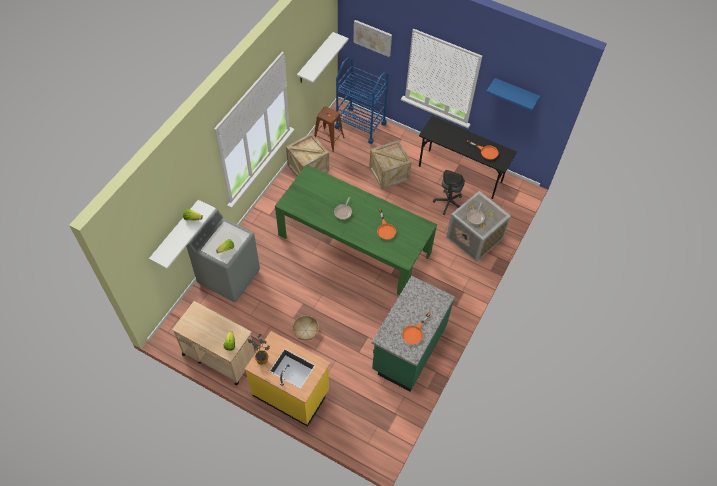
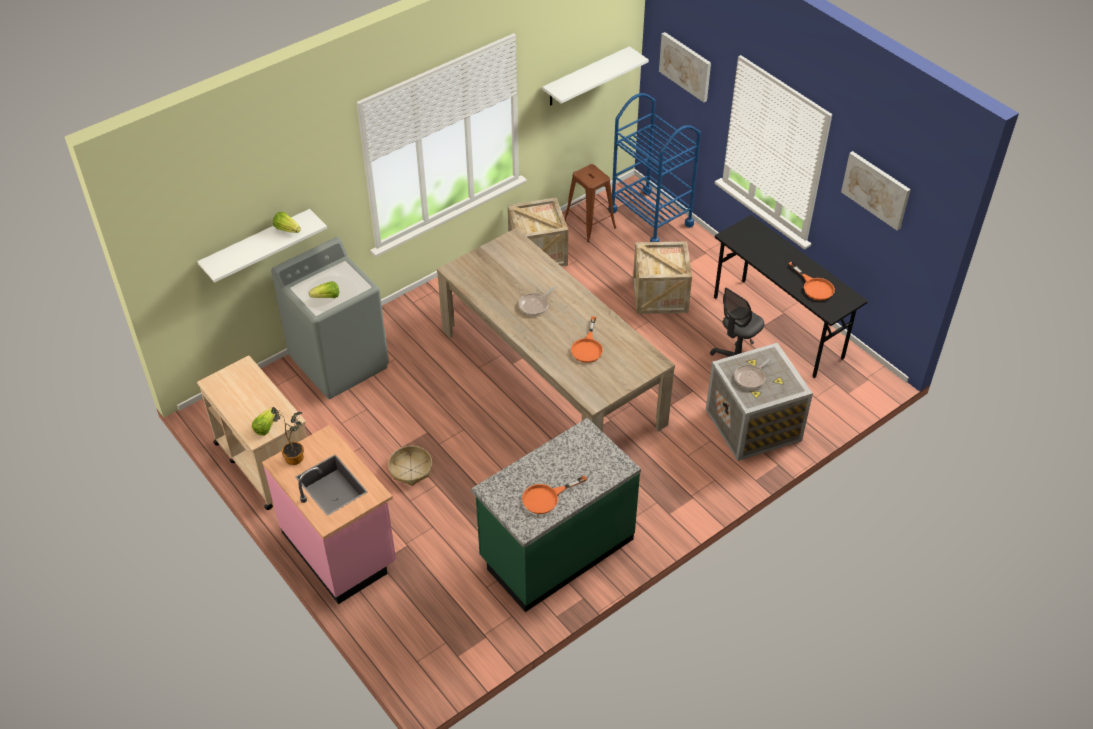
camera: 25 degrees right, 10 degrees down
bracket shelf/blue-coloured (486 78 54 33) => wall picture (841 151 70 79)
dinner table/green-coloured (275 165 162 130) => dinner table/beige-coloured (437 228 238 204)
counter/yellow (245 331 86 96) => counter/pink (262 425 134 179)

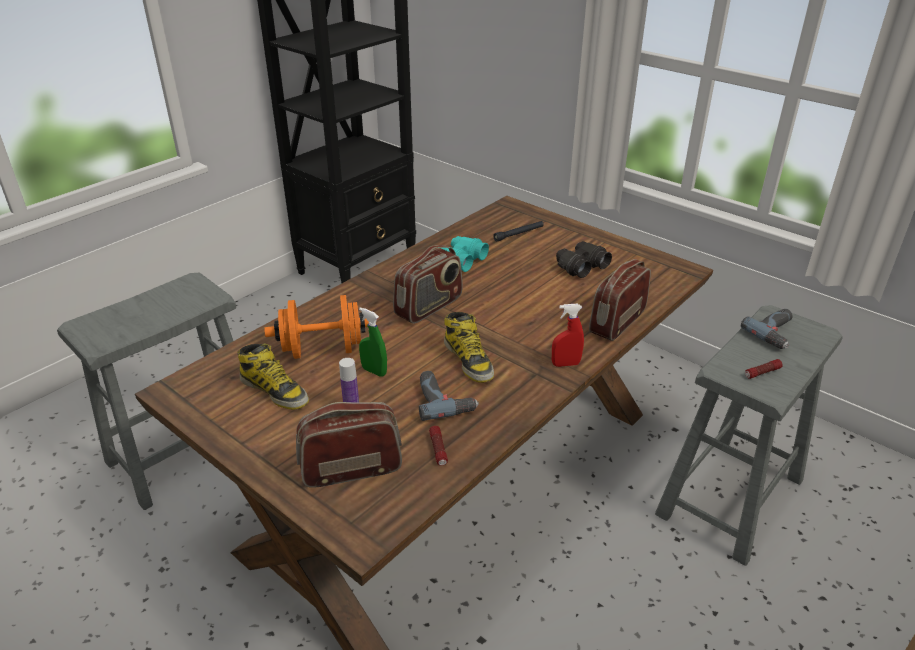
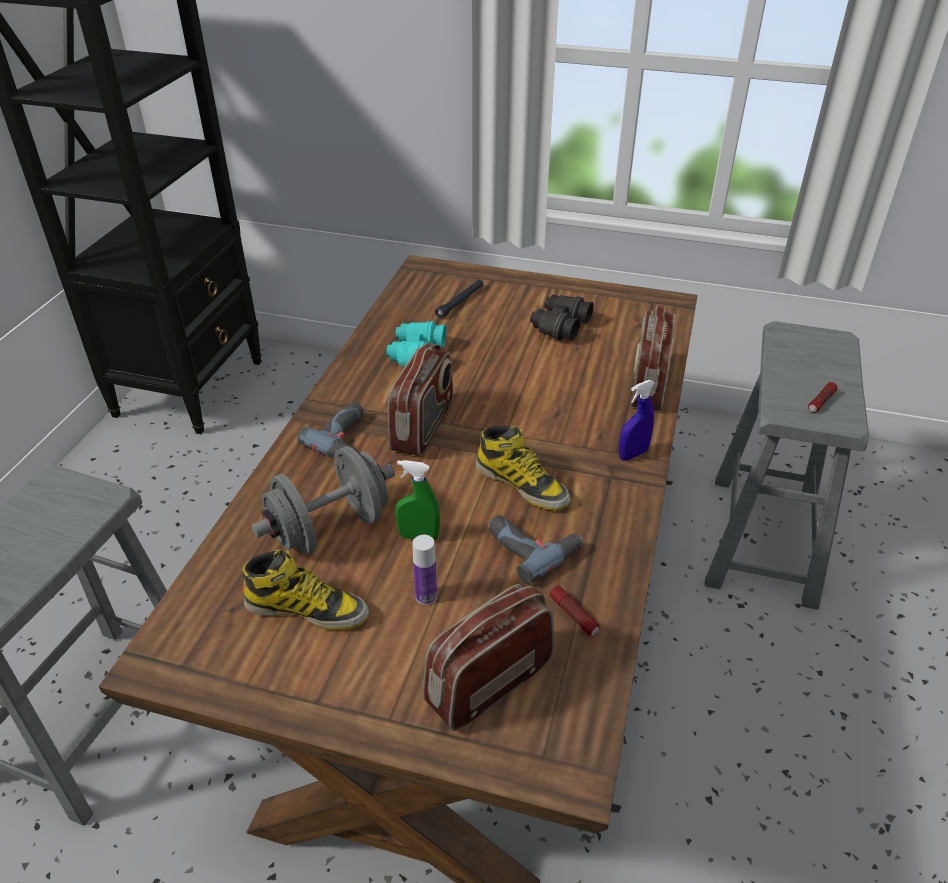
camera: 25 degrees left, 5 degrees up
free weight/orange-coloured (264 295 105 64) => free weight/gray (252 446 143 108)
sprayer/reddish (552 304 32 63) => sprayer/blue-coloured (619 380 36 81)
drill (741 309 52 40) => drill (297 402 67 55), moved

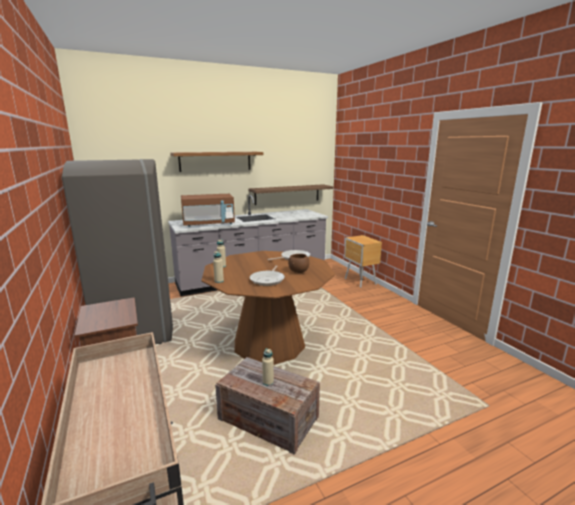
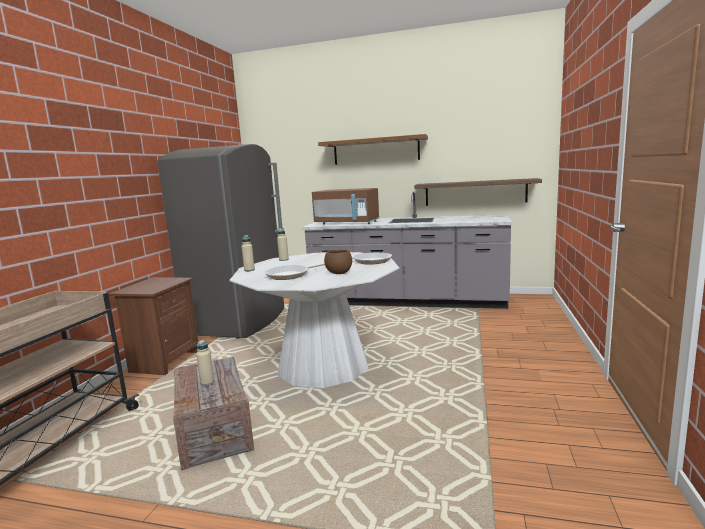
camera: 40 degrees right, 5 degrees down
nightstand/brown (344 235 38 53) => nothing
dinner table/brown (201 251 134 114) => dinner table/white-coloured (230 252 169 136)

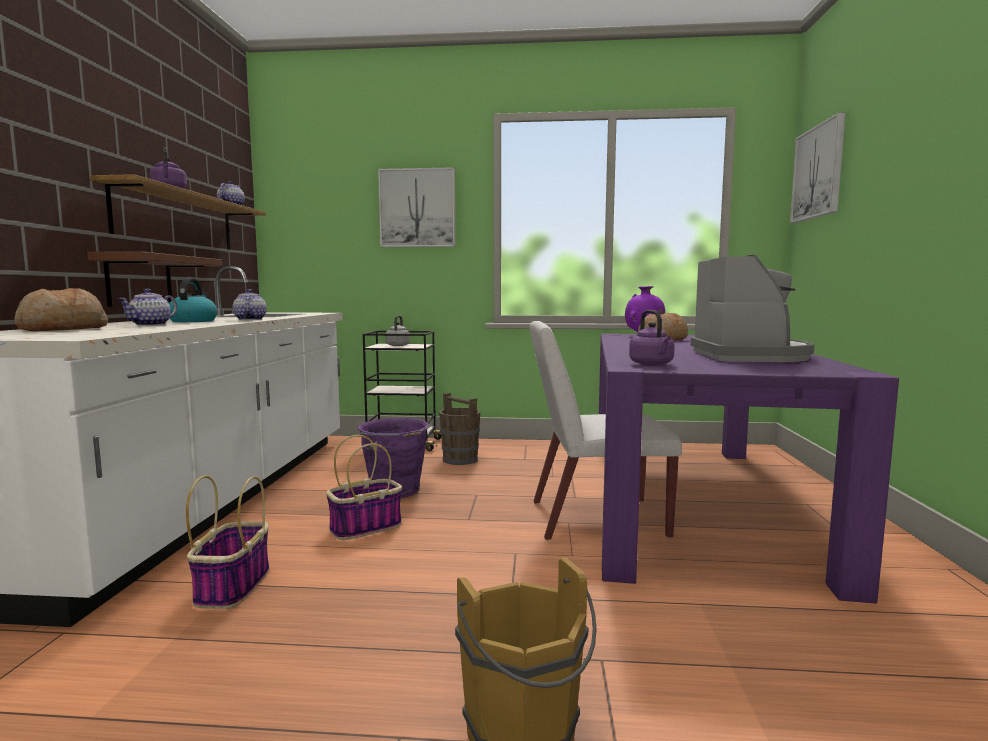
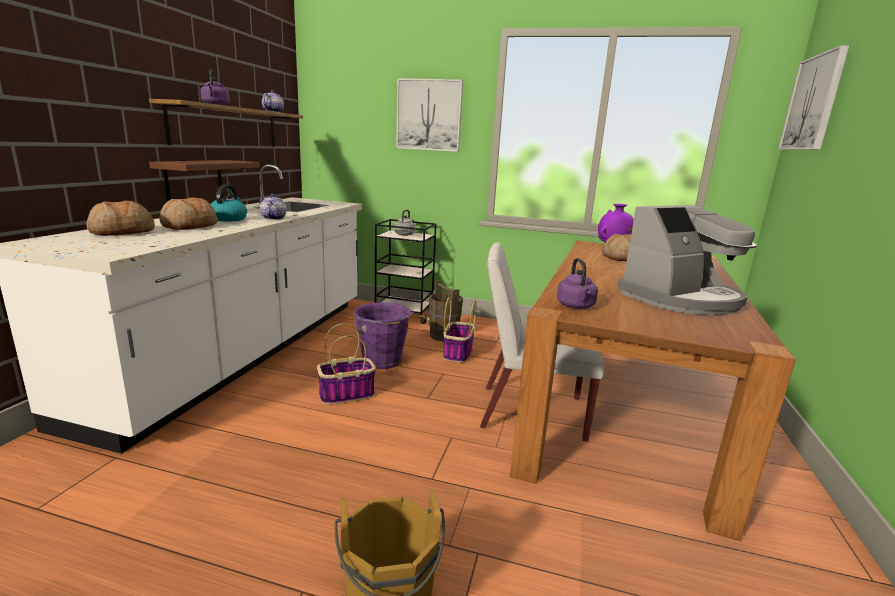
camera: 10 degrees right, 10 degrees up
coffee maker (691 255 124 107) => coffee maker (618 205 139 110), 45 degrees clockwise
pot for tea (118 289 59 37) => baked bread (159 198 59 32)
dinner table/purple (599 333 300 271) => dinner table/brown (510 240 286 301)
storage basket (186 476 83 133) => storage basket (443 297 33 66), moved

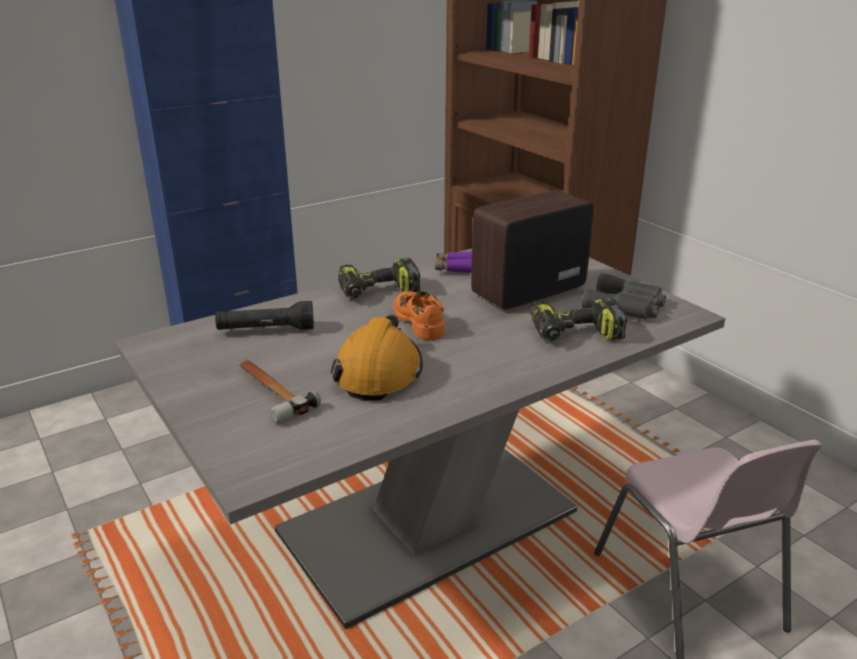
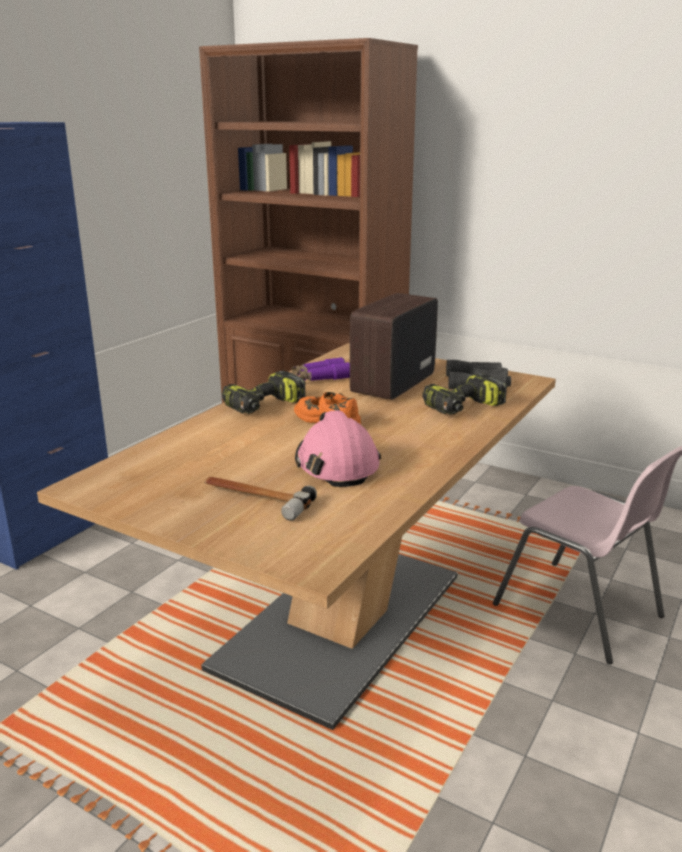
camera: 25 degrees left, 5 degrees down
dinner table/gray (115 248 610 381) => dinner table/brown (37 343 519 387)
hand torch/black (215 301 99 29) => nothing
work helmet/orange-coloured (331 315 92 86) => work helmet/pink (295 410 86 77)

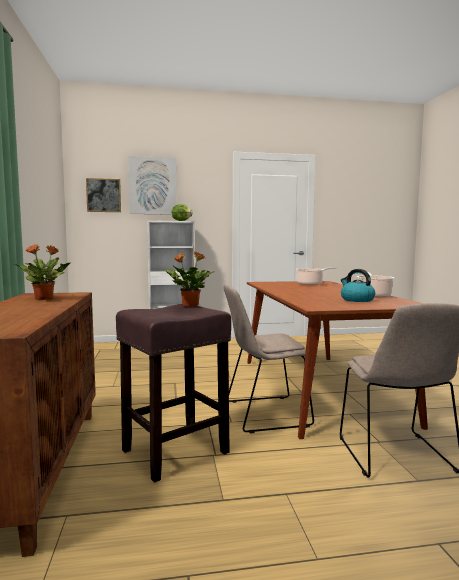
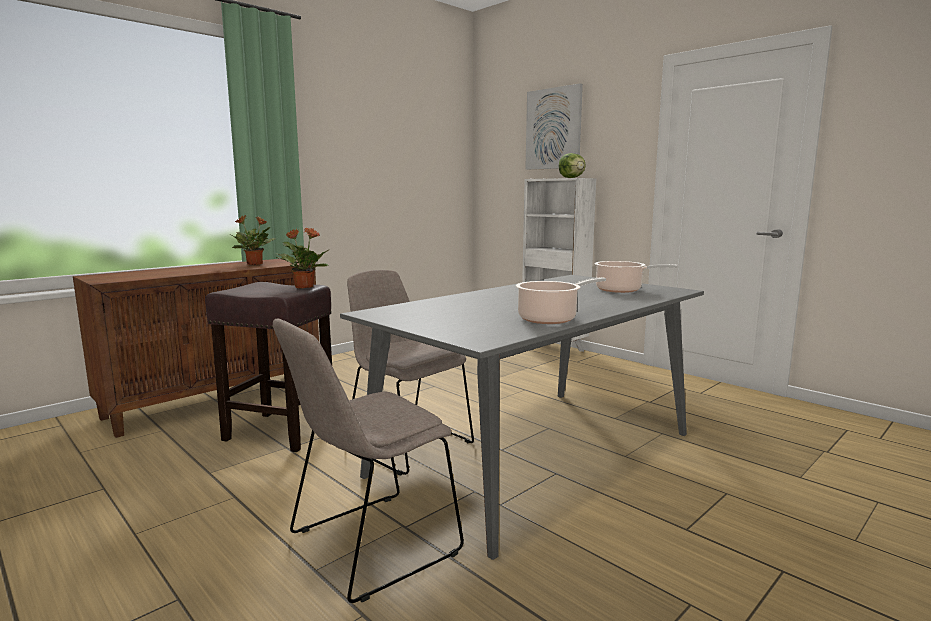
camera: 55 degrees right, 5 degrees up
wall picture (86 178 35 34) => nothing
water kettle (341 269 34 33) => nothing
dinner table/brown (247 281 181 158) => dinner table/gray (340 275 364 285)

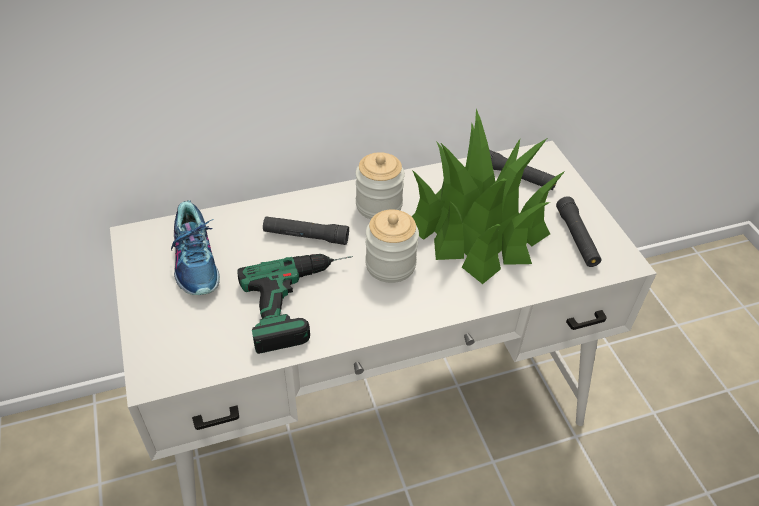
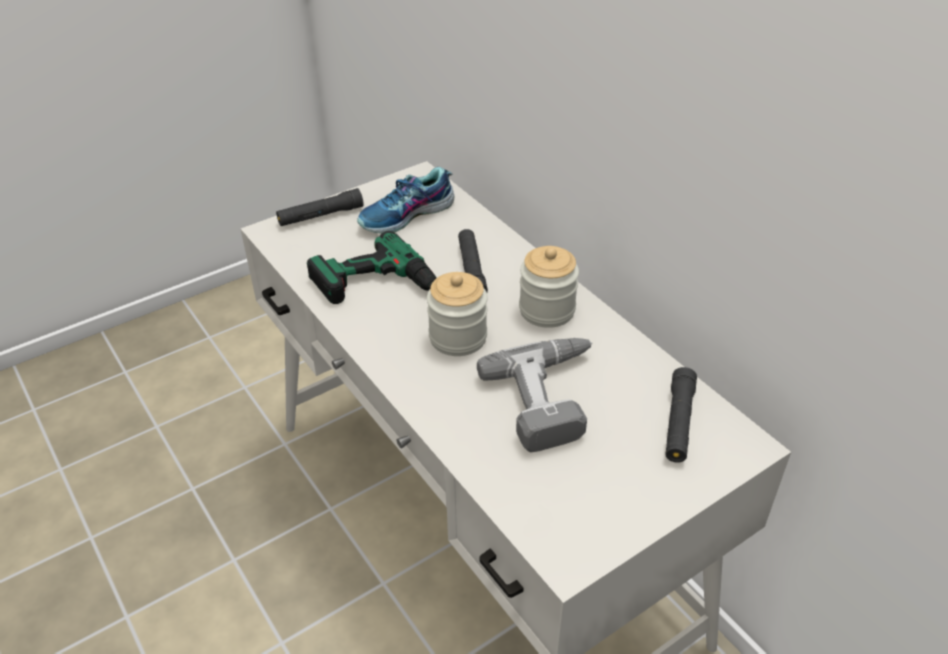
camera: 75 degrees right, 5 degrees down
potted plant (412 109 153 175) => drill (477 338 116 114)
hand torch/black (556 196 46 71) => hand torch/black (276 188 88 38), moved

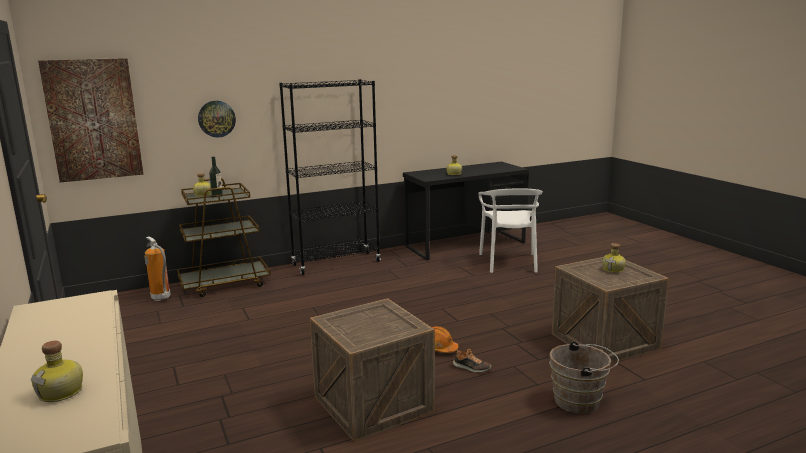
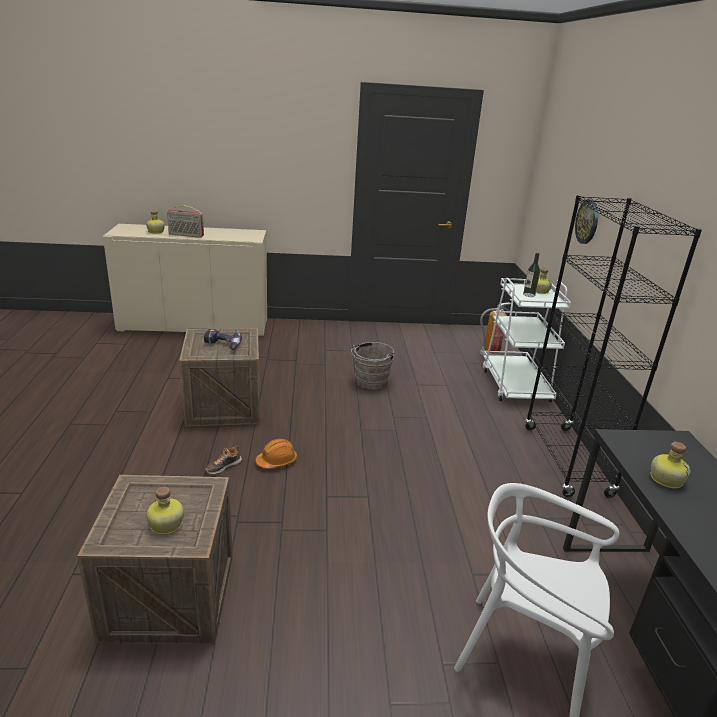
camera: 110 degrees right, 10 degrees up
wall picture (38 58 106 124) => nothing
cart/brown (177 178 94 119) => cart/white-coloured (483 278 89 124)
pail/brown (549 341 70 73) => pail/brown (351 342 43 48), moved
nothing => radio receiver (167 205 37 33)
nothing => drill (204 329 38 21)

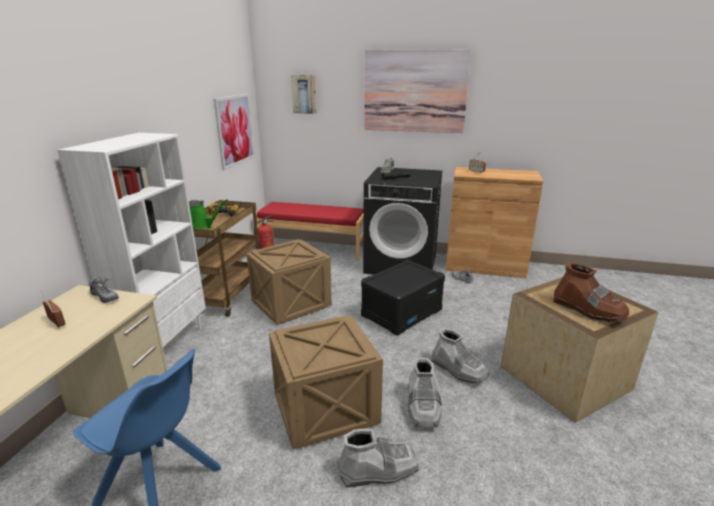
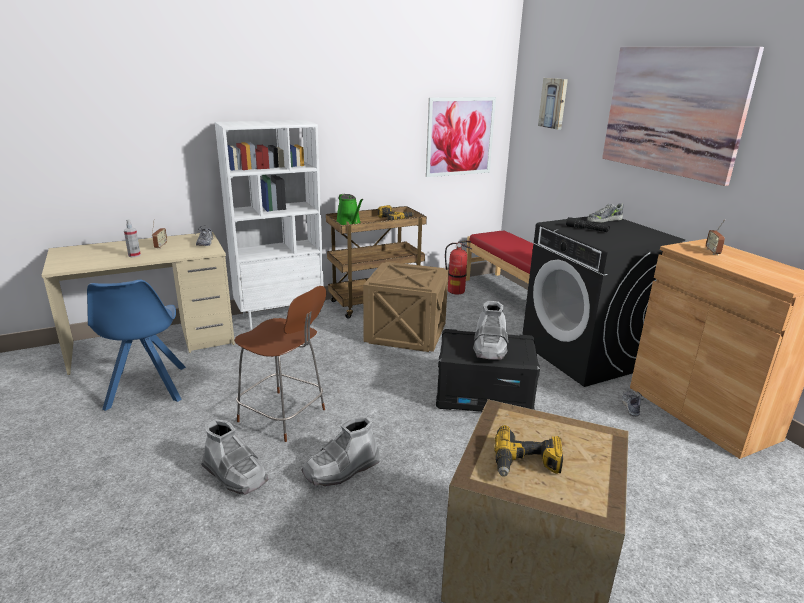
camera: 50 degrees right, 0 degrees up
high-top boot/brown (554 263 75 59) => drill (494 425 69 52)
packing crate (269 315 114 135) => stool/brown (234 286 92 156)
high-top boot/gray (432 328 57 56) => high-top boot/gray (473 301 35 59), moved
nothing => sprayer (124 219 17 38)

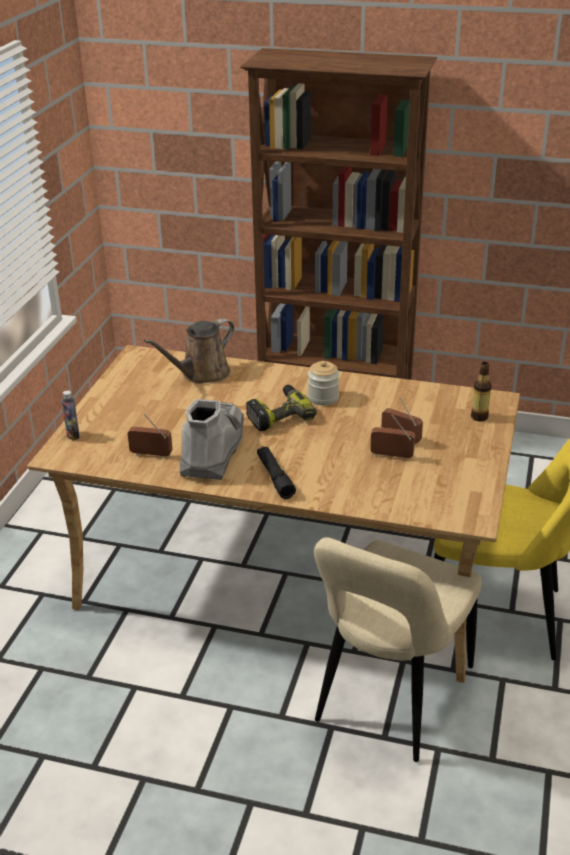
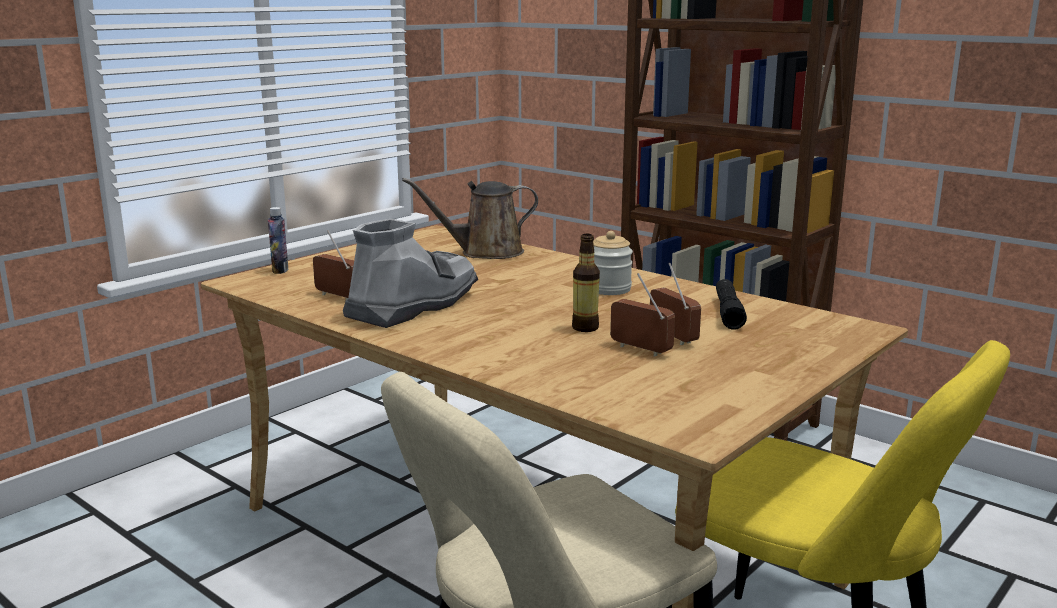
camera: 25 degrees right, 15 degrees down
beverage bottle (471 362 21 59) => beverage bottle (572 234 28 98), moved
drill (246 385 71 46) => nothing
hand torch/black (257 447 39 52) => hand torch/black (716 279 31 51), moved

